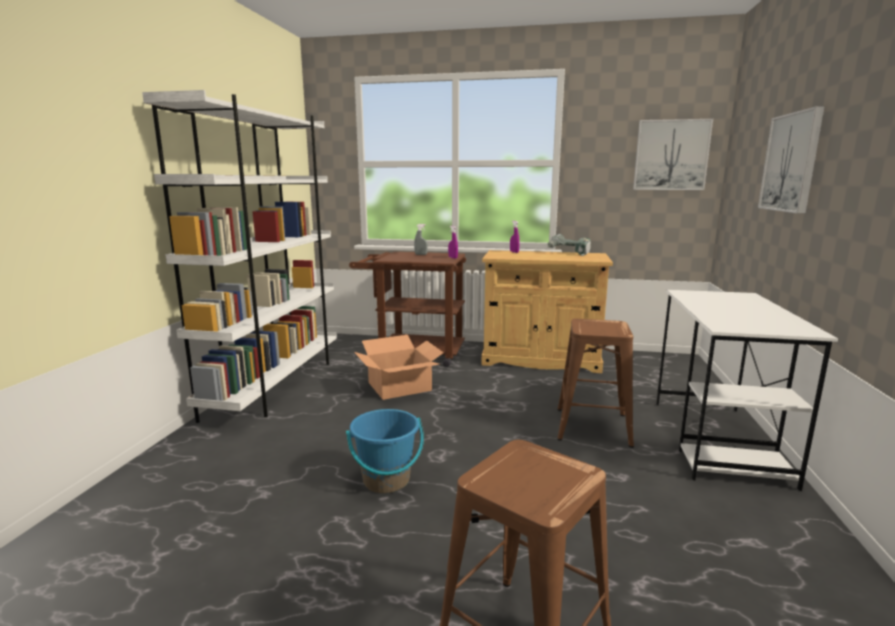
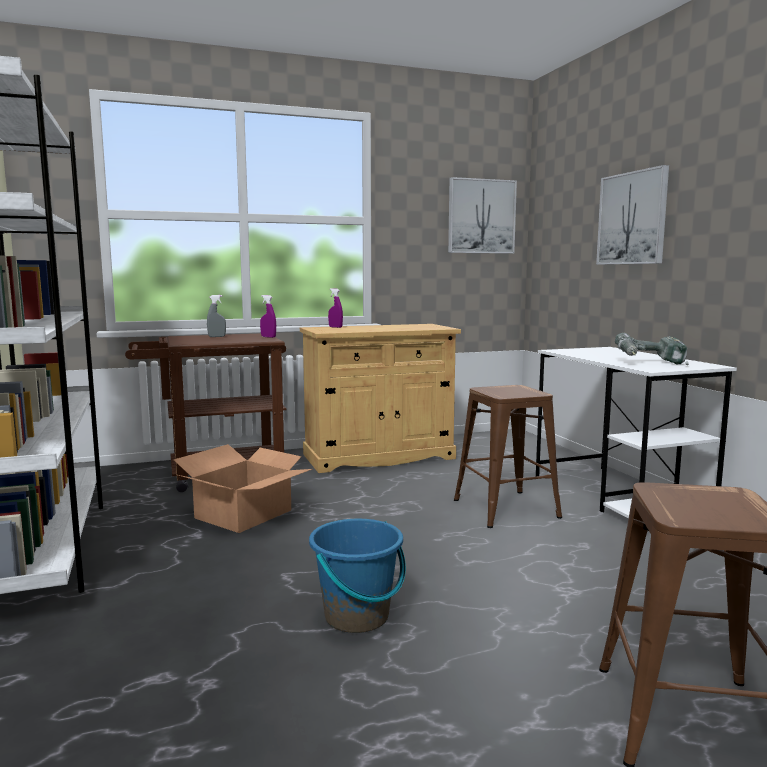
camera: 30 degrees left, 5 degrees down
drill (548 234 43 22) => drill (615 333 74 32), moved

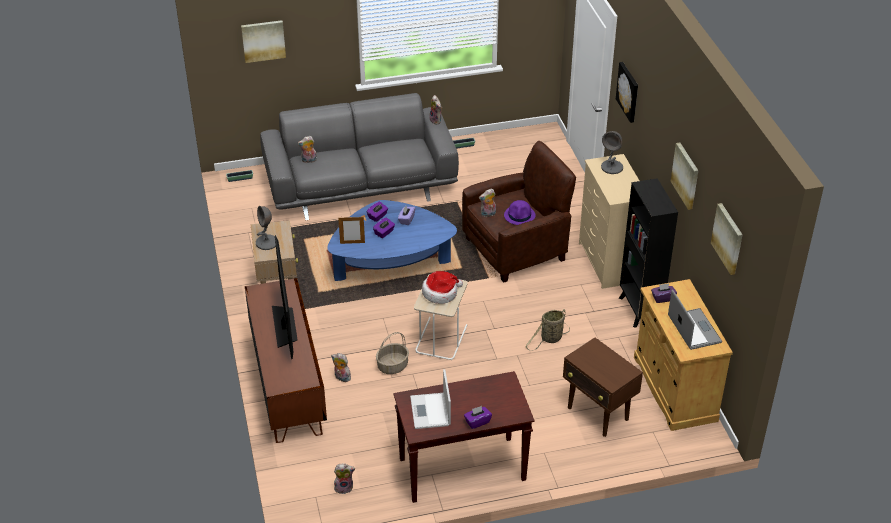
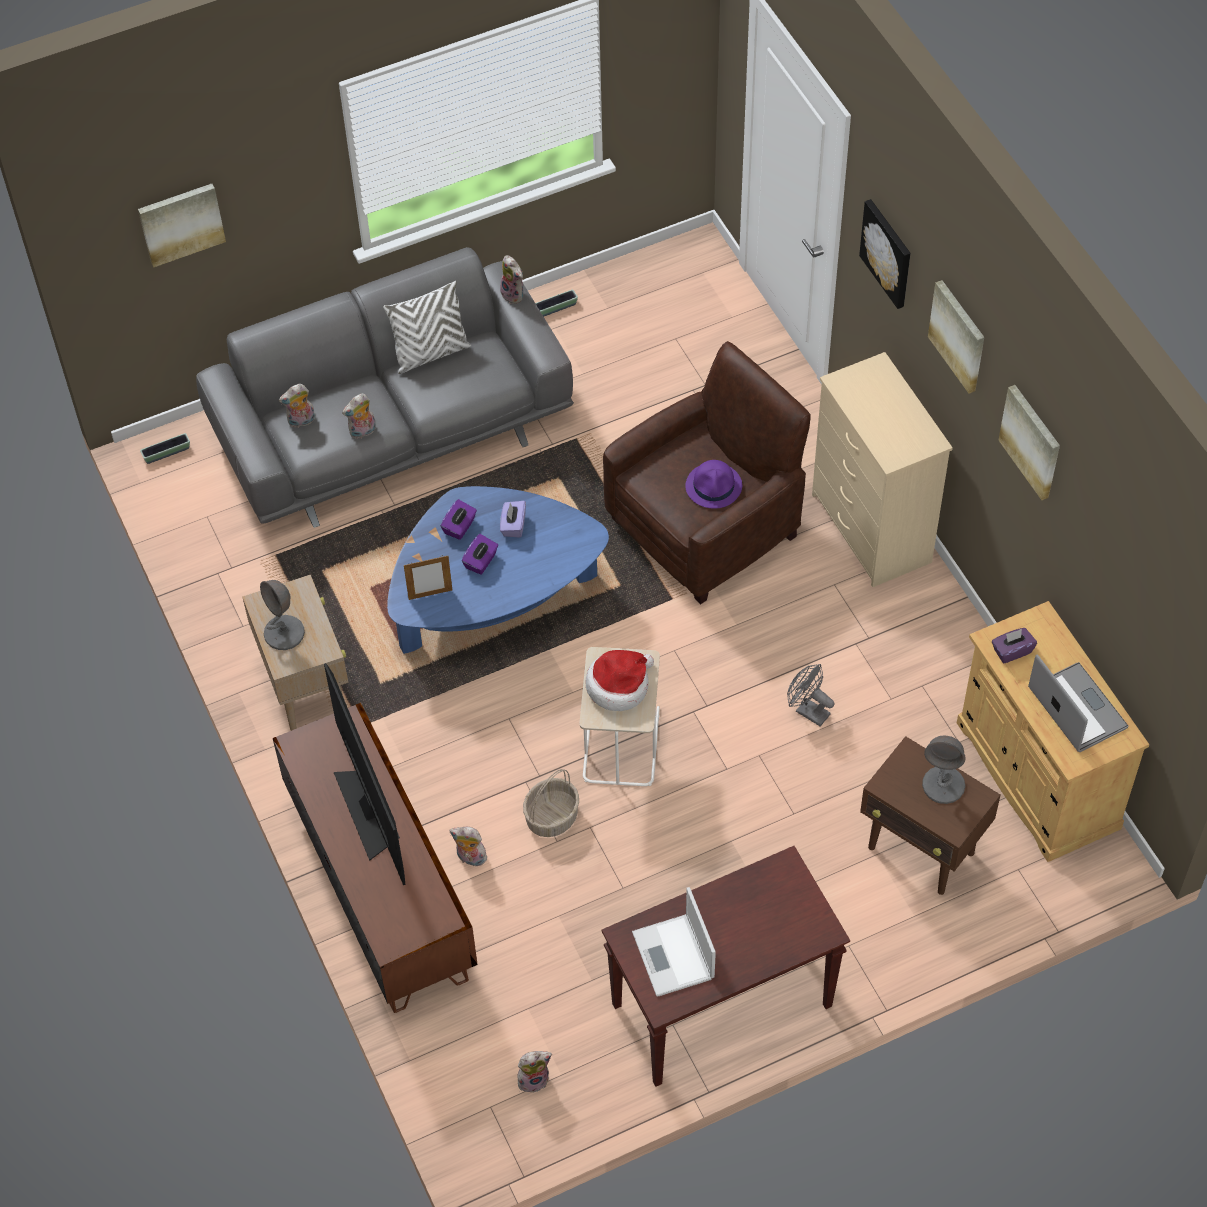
camera: 10 degrees left, 15 degrees up
tabletop lamp/gray (601 131 22 43) => tabletop lamp/gray (922 736 43 68), moved
bookcase/black (619 178 59 150) => nothing
cuddly toy (479 188 17 29) => cuddly toy (342 394 34 45), moved
wall picture (711 203 31 72) => wall picture (928 280 56 114), moved
storage basket (525 309 45 42) => fan/gray (787 664 47 63)
box of tissues/purple (464 406 28 23) => nothing
nothing => pillow/white-coloured (383 281 88 93)

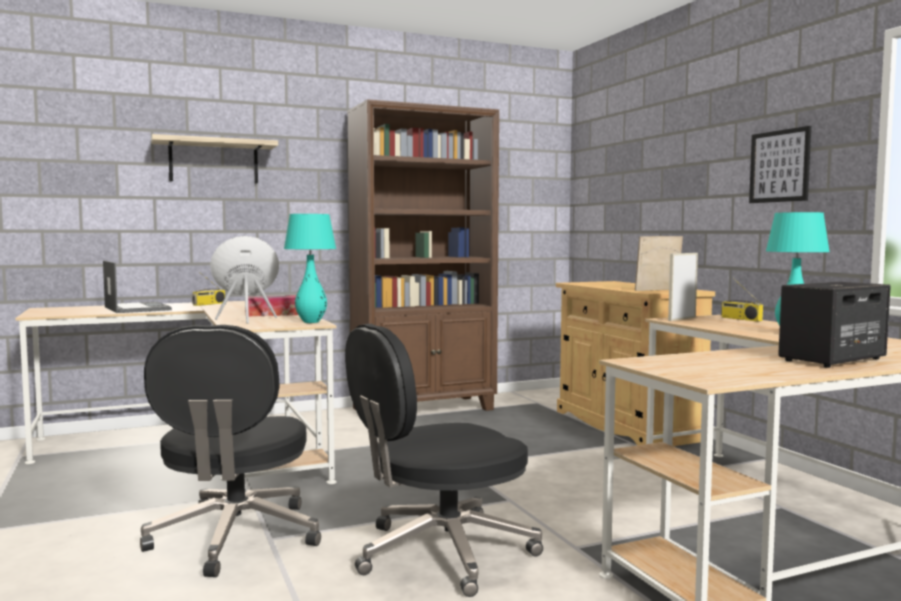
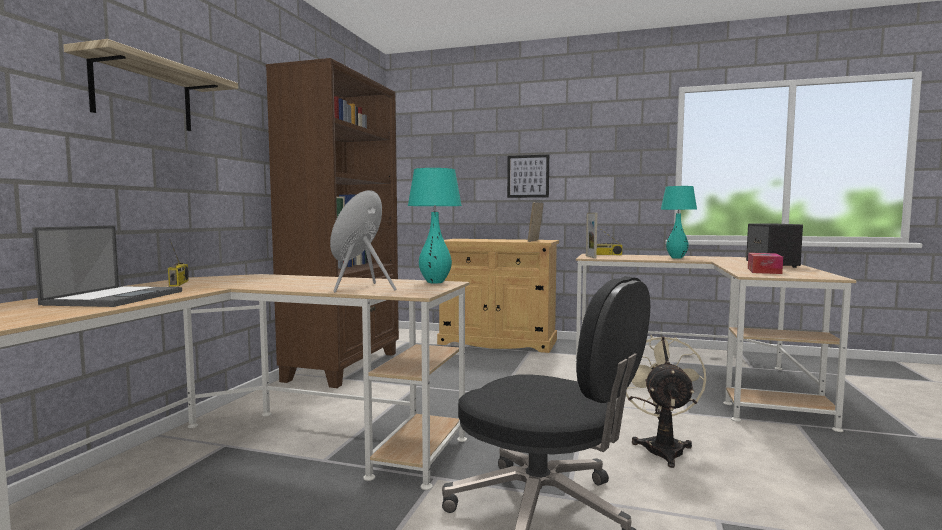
camera: 50 degrees left, 0 degrees up
wall picture (749 126 62 77) => wall picture (507 155 42 43), moved
notebook computer (103 261 69 52) => notebook computer (32 225 150 82), 90 degrees clockwise
box of tissues (245 295 53 22) => box of tissues (748 253 35 21), moved
office chair/black (345 324 198 273) => fan/beige-coloured (626 335 80 133)

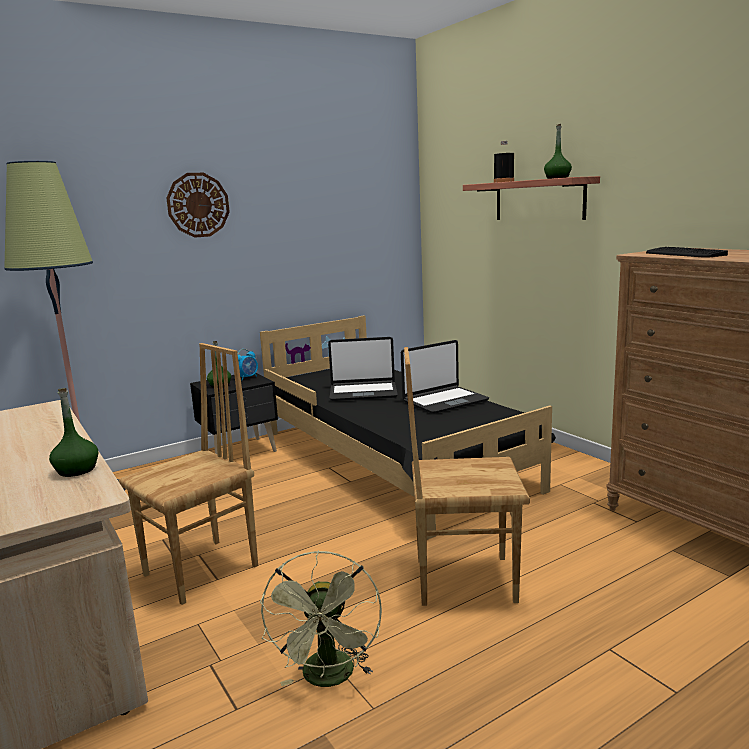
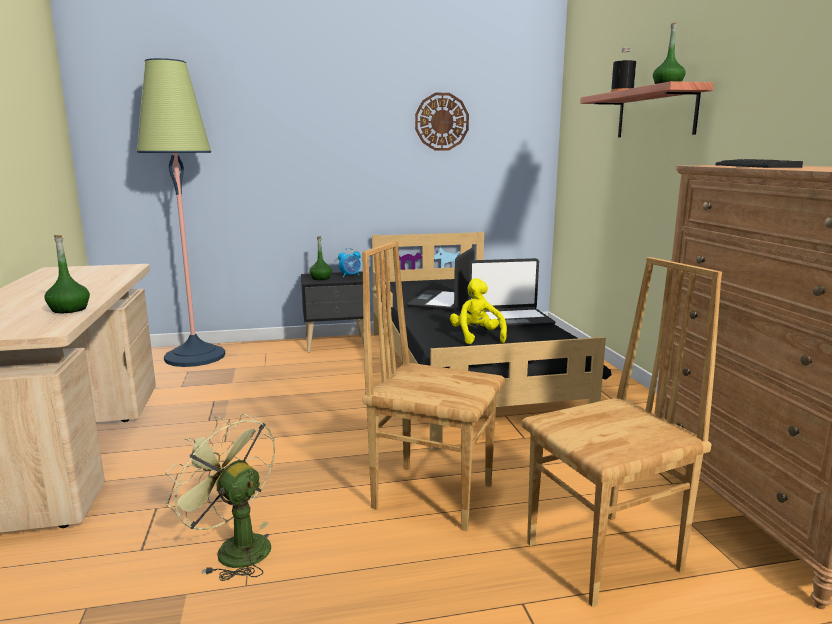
camera: 20 degrees right, 0 degrees up
clock on the wall (166 173 64 65) => clock on the wall (415 93 54 57), moved
notebook computer (328 337 70 64) => notebook computer (407 248 68 63), 90 degrees clockwise
upright chair/brown (118 343 140 262) => upright chair/brown (522 257 200 350), moved
fan/green-coloured (260 550 122 137) => fan/green-coloured (165 414 110 167), 105 degrees clockwise
nothing => cuddly toy/yellow (450 278 57 66)

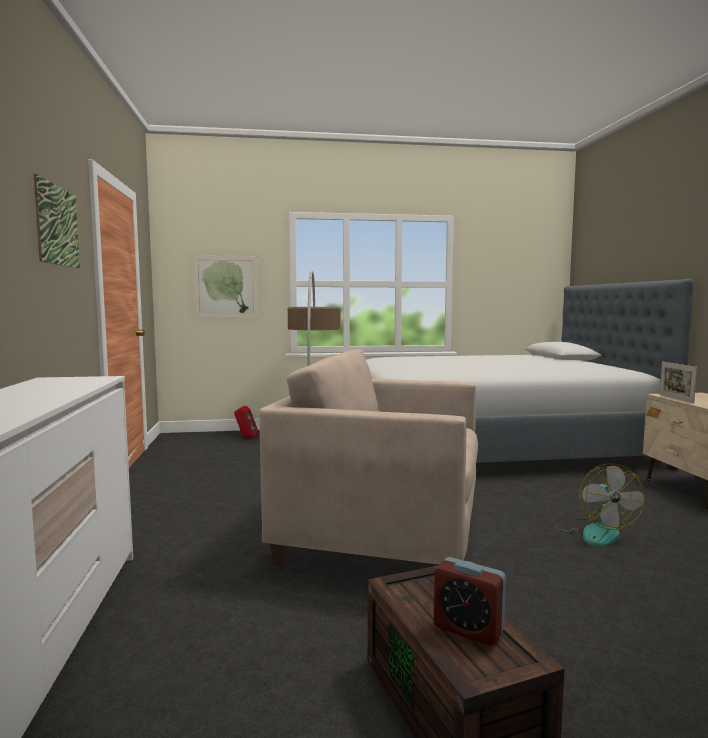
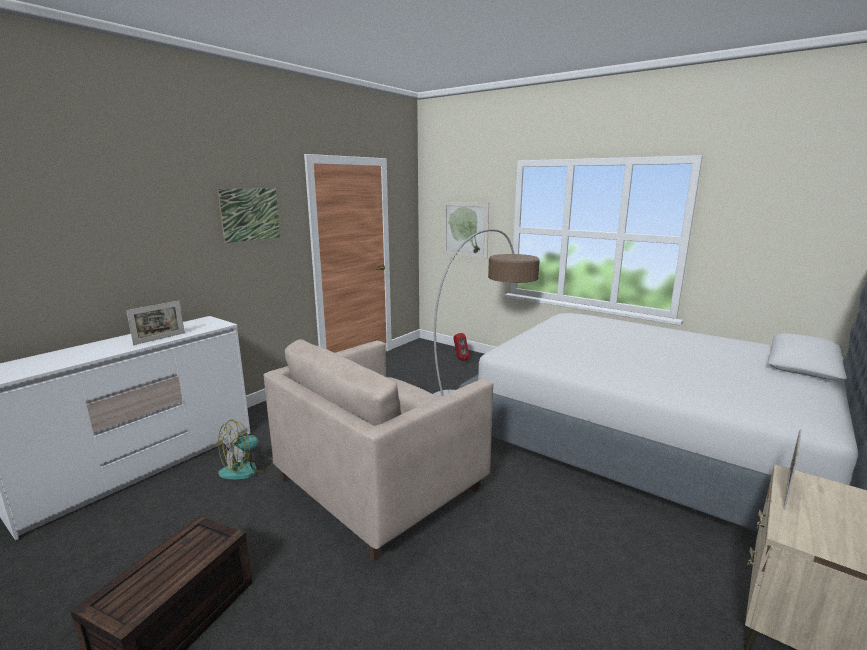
camera: 45 degrees right, 10 degrees up
armchair/beige-coloured (259 349 219 216) => armchair/beige-coloured (264 339 229 222), 105 degrees counterclockwise
fan (555 464 90 82) => fan (218 420 55 59), moved
bedside clock (434 557 72 89) => nothing
nothing => picture frame (126 301 59 44)

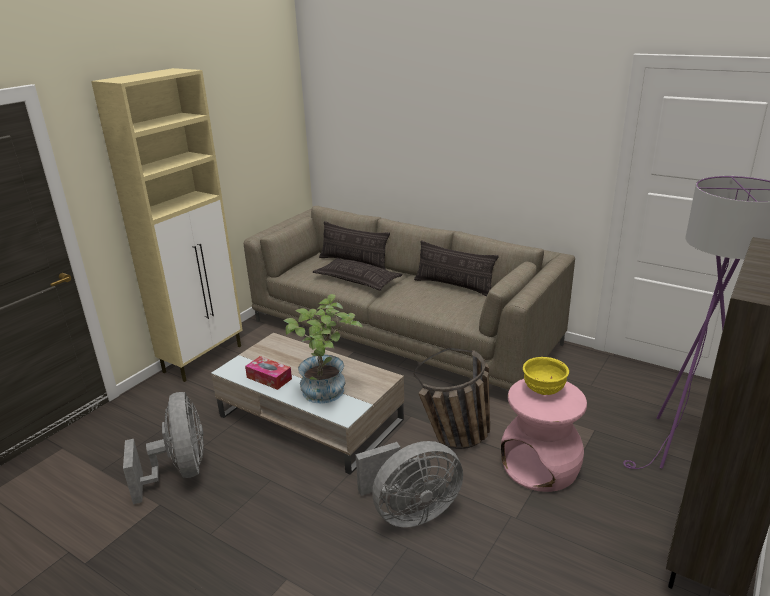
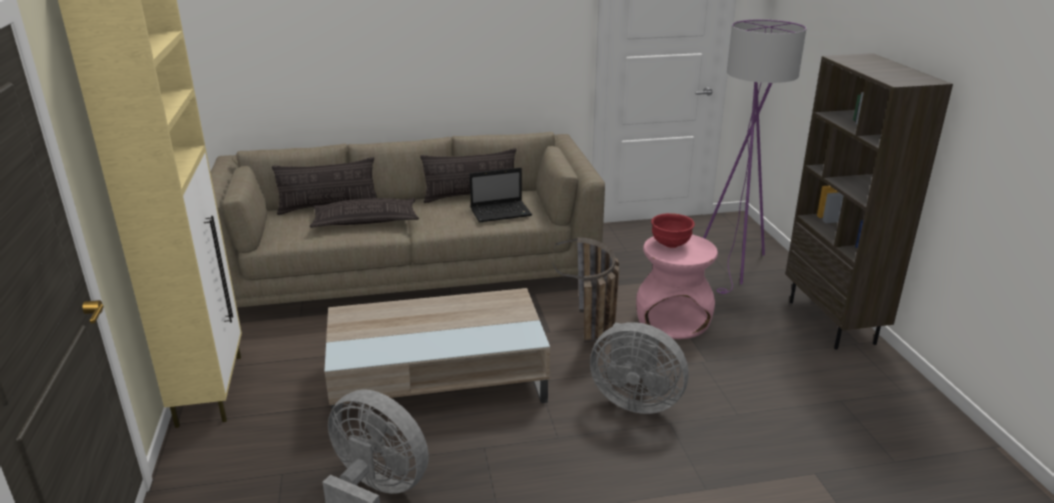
camera: 45 degrees left, 0 degrees up
potted plant (284 294 79 110) => nothing
box of tissues (245 356 47 34) => nothing
deep dish/yellow (523 357 46 38) => deep dish/reddish (651 213 44 35)
fan/gray (356 441 107 86) => fan/gray (590 322 99 92), 90 degrees clockwise
nothing => notebook computer (470 167 62 55)

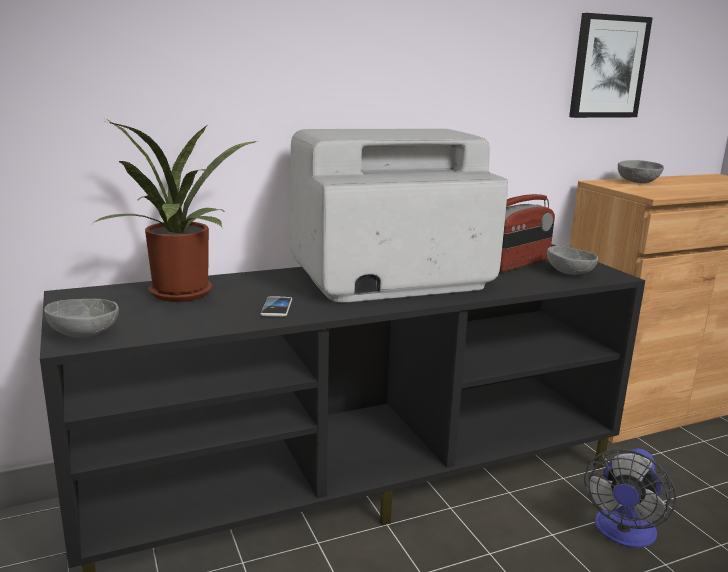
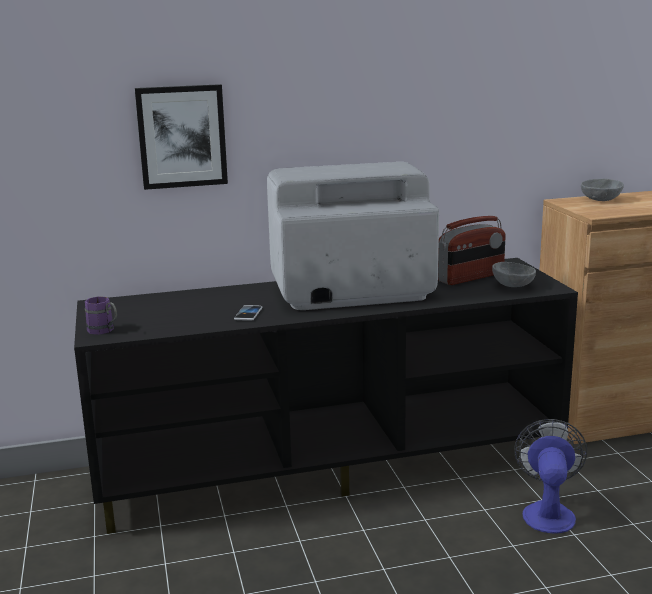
camera: 10 degrees right, 0 degrees up
wall picture (569 13 84 105) => wall picture (135 84 93 106), moved
potted plant (92 120 165 182) => nothing
deep dish/gray (44 299 75 39) => tea mug/purple (85 297 32 37)
fan (584 448 92 100) => fan (514 419 73 115), 150 degrees clockwise

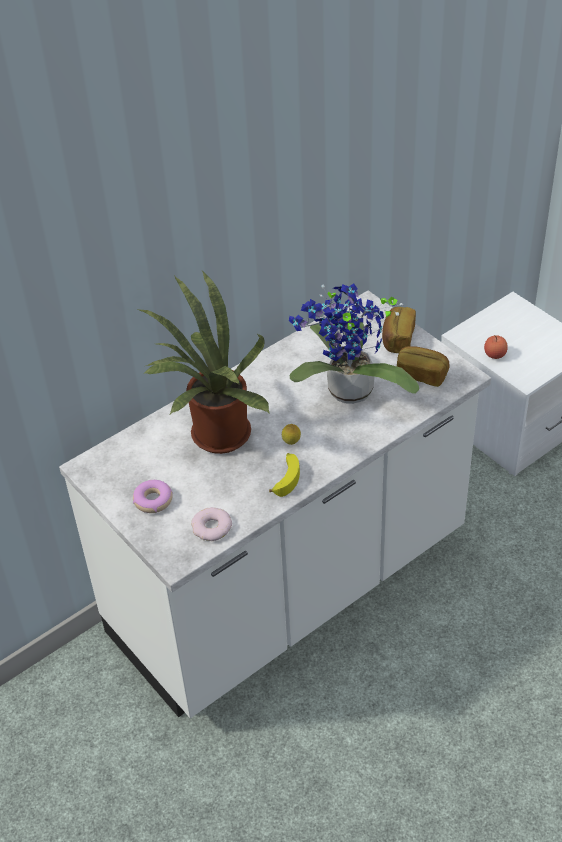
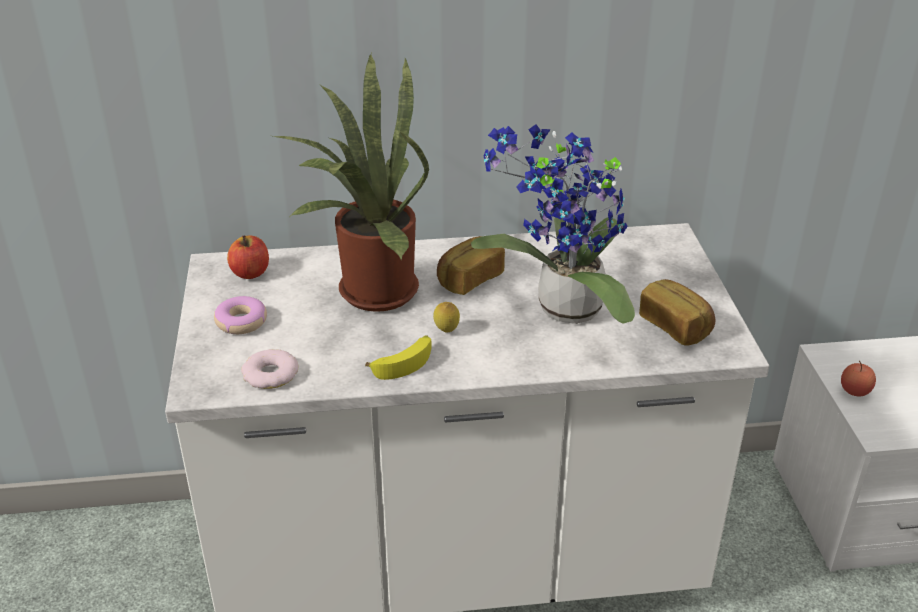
camera: 30 degrees right, 10 degrees down
baked bread (382 307 34 46) => baked bread (437 236 68 59), moved
nothing => whole apple (227 235 42 44)

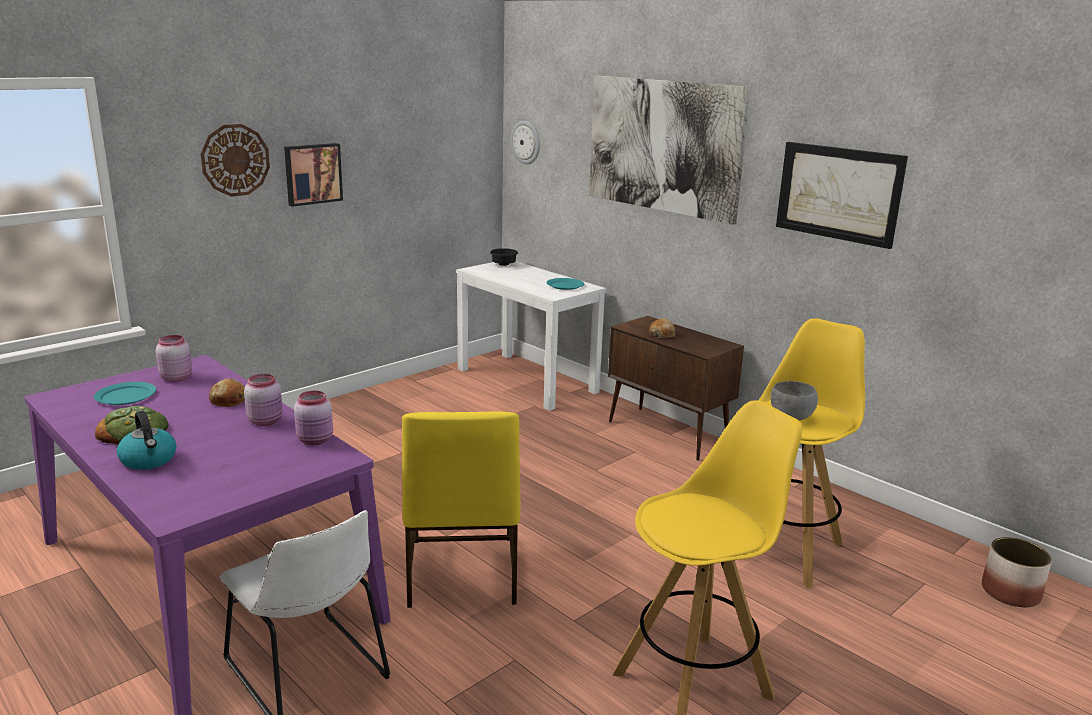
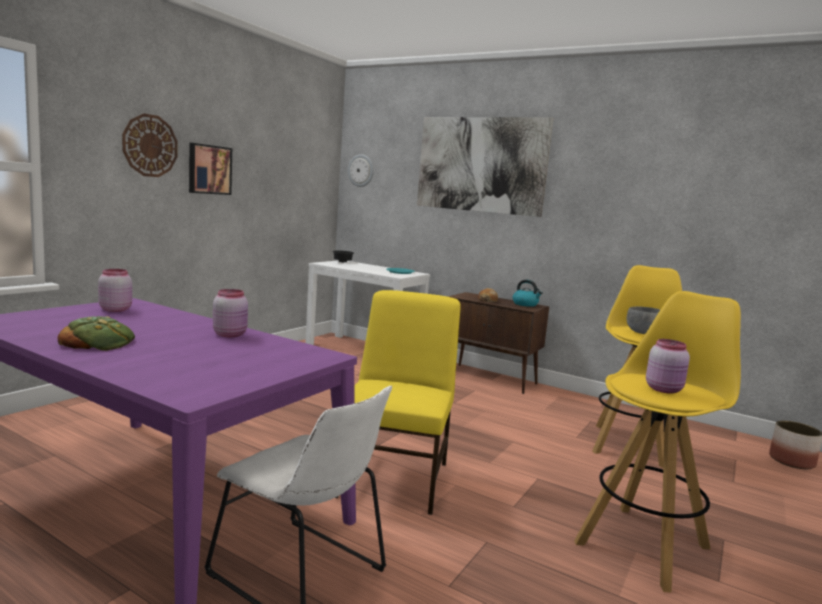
camera: 15 degrees left, 10 degrees down
wall picture (776 142 132 107) => nothing
baked bread (209 379 36 28) => nothing
flat dish/turquoise-coloured (94 382 62 23) => nothing
jar/pink (294 391 39 54) => jar/pink (646 339 44 55), moved
water kettle (117 411 59 59) => water kettle (513 280 30 27), moved
upright chair/yellow (402 411 118 197) => upright chair/yellow (336 290 125 225), 150 degrees counterclockwise

